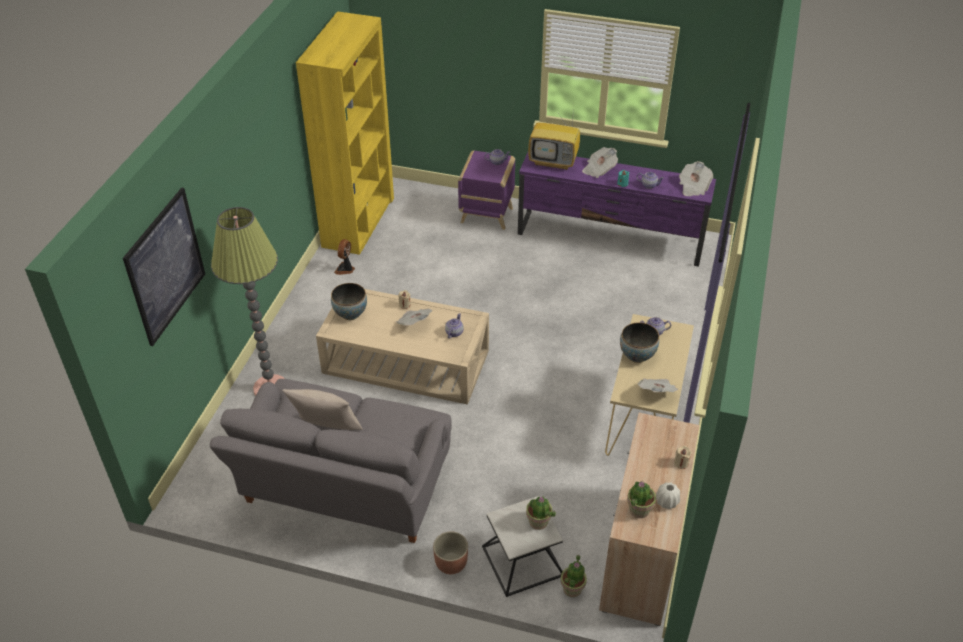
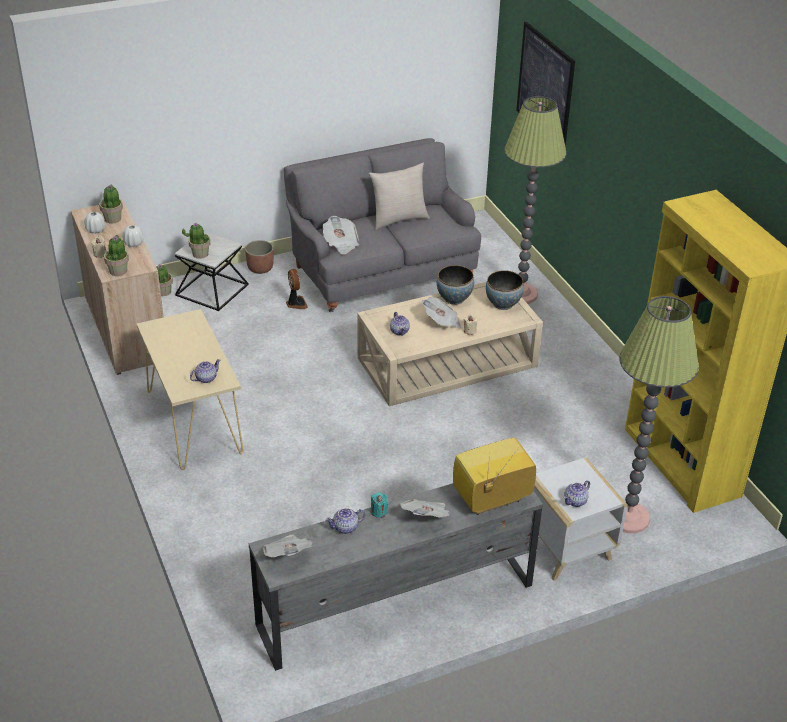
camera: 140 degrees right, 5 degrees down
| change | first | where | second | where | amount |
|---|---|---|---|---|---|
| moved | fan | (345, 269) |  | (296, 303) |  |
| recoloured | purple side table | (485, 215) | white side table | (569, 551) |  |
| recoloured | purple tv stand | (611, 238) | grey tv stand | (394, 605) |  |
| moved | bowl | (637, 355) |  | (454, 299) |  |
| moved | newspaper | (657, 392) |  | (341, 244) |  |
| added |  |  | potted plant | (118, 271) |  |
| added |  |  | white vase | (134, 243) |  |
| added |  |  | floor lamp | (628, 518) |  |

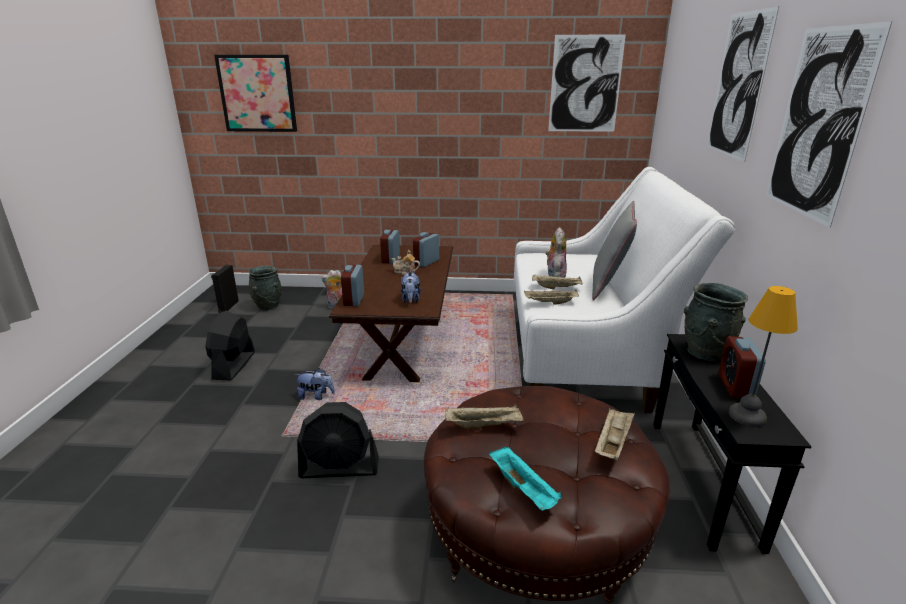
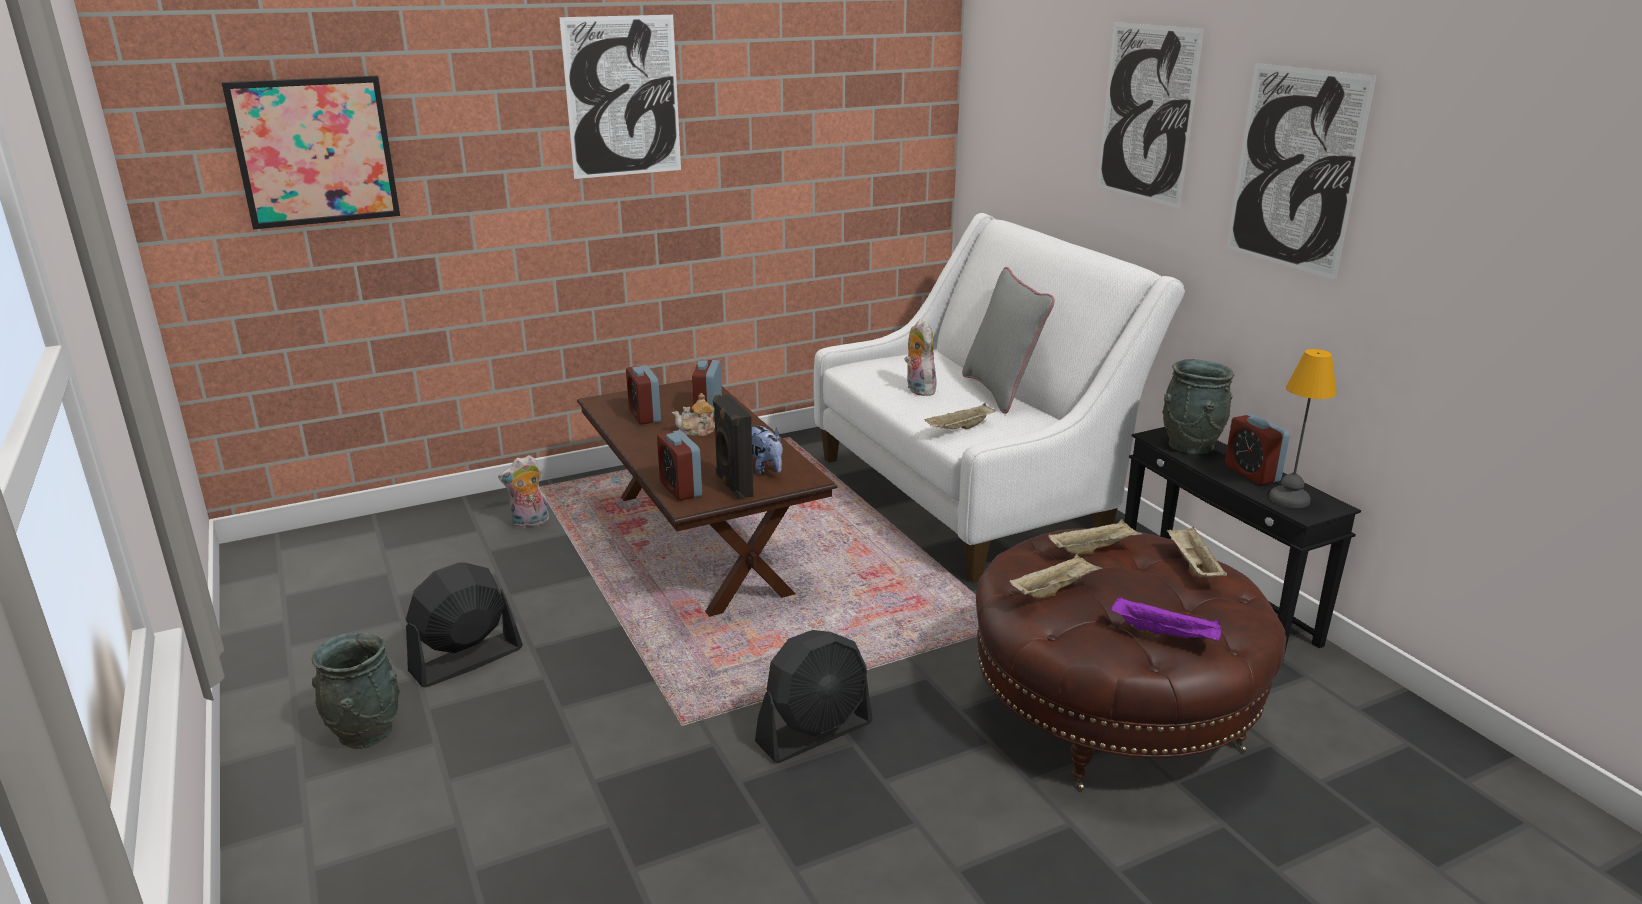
camera: 30 degrees left, 0 degrees up
| change | first | where | second | where | amount |
|---|---|---|---|---|---|
| turned | black fan | (234, 365) |  | (466, 660) | 75 degrees clockwise |
| moved | black speaker | (228, 306) |  | (733, 486) |  |
| moved | grey vase | (268, 306) |  | (367, 732) |  |
| removed | plush toy | (316, 396) |  |  |  |
| recoloured | turquoise tray | (523, 489) | purple tray | (1165, 635) |  |
| moved | beige tray | (557, 288) |  | (1093, 549) |  |
| moved | picture | (585, 84) |  | (623, 97) |  |

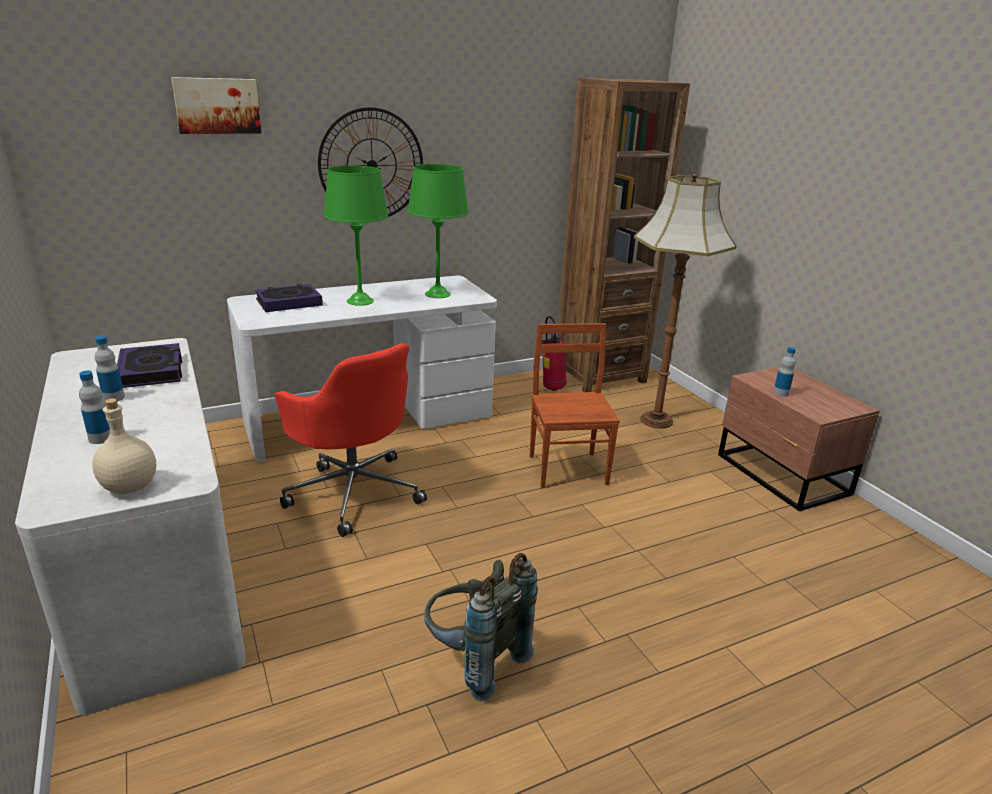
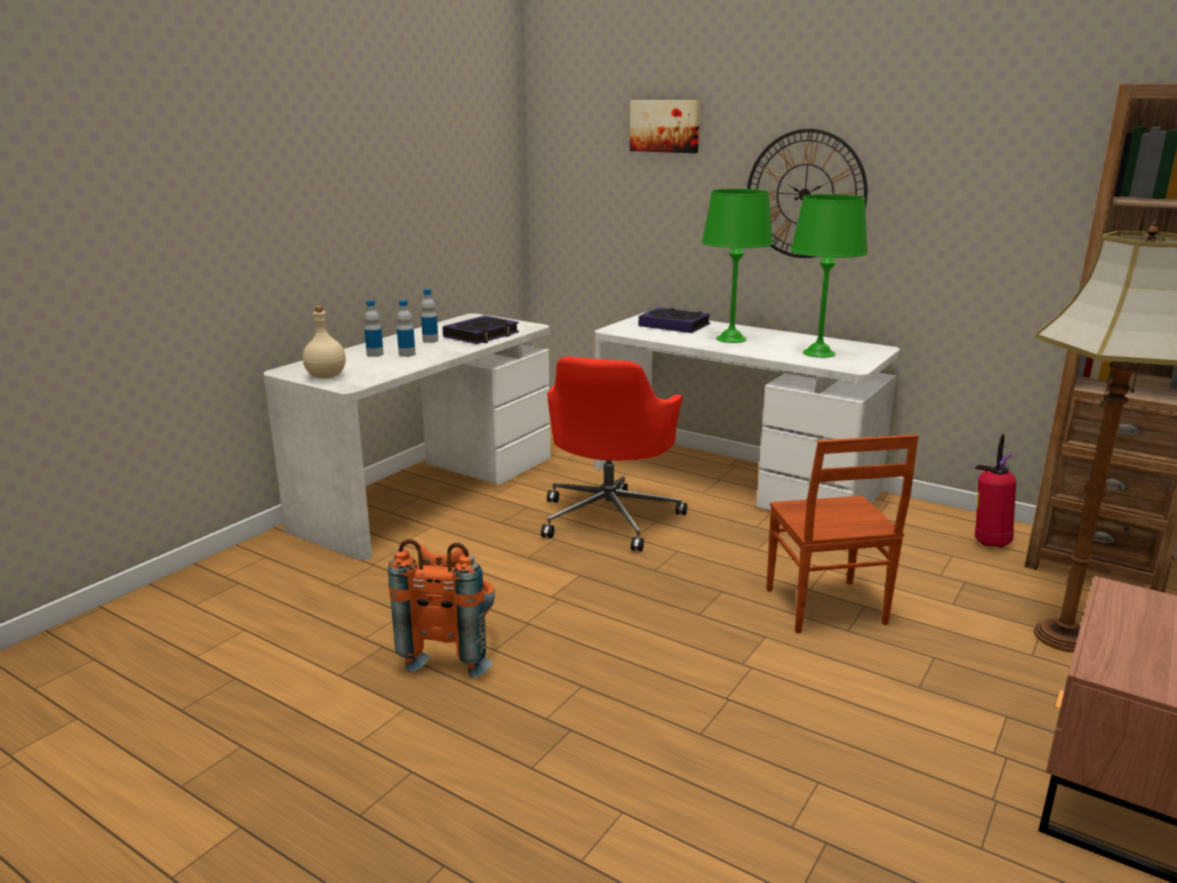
camera: 60 degrees right, 5 degrees down
| change | first | where | second | where | amount |
|---|---|---|---|---|---|
| recoloured | grey backpack | (473, 660) | orange backpack | (451, 651) |  |
| turned | brown chair | (568, 469) |  | (824, 608) | 120 degrees clockwise |
| moved | bottle | (781, 393) |  | (407, 354) |  |

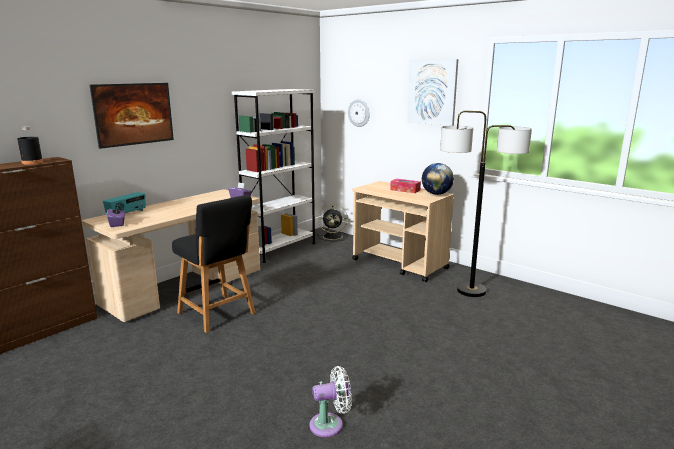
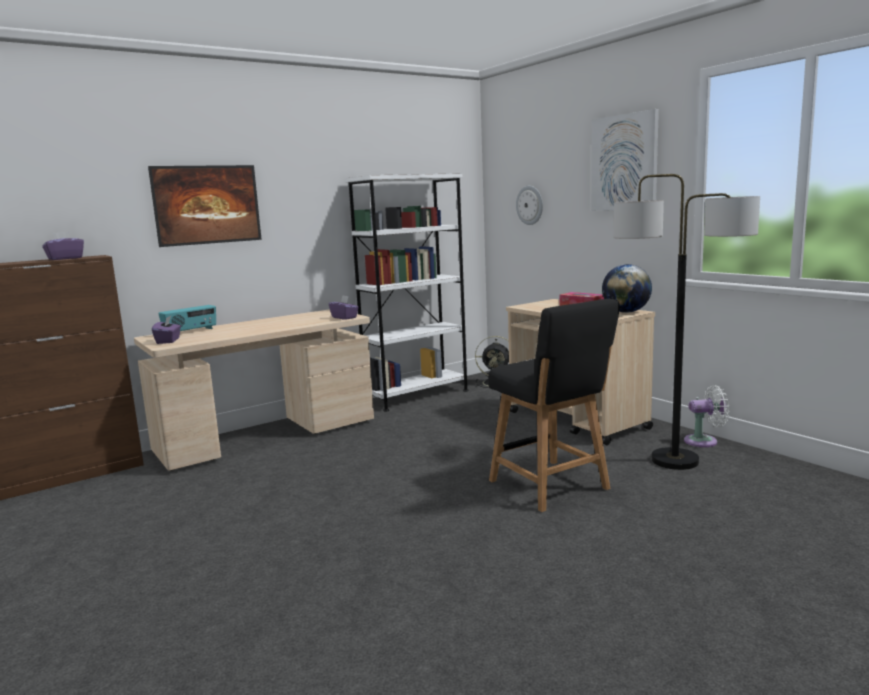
camera: 15 degrees right, 5 degrees down
| change | first | where | second | where | amount |
|---|---|---|---|---|---|
| replaced | black bottle | (32, 162) | purple tissue box | (65, 258) |  |
| moved | black chair | (218, 314) |  | (552, 487) |  |
| moved | white fan | (330, 424) |  | (704, 441) |  |

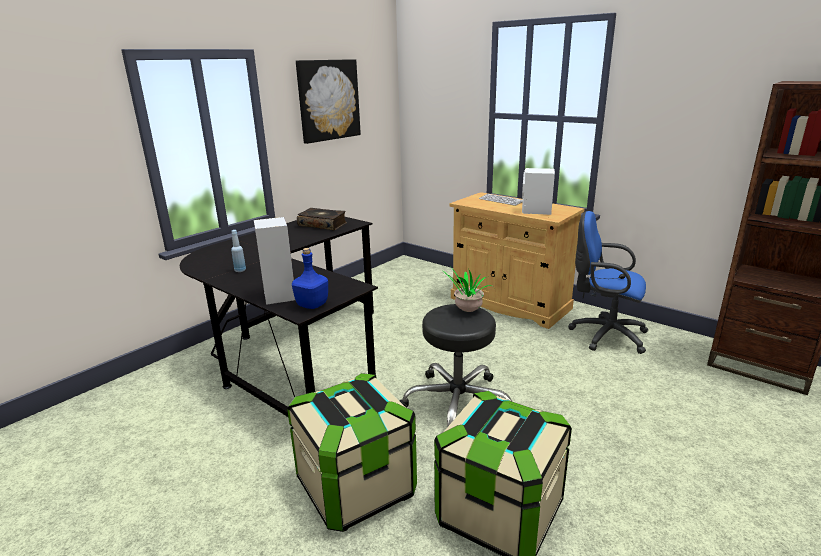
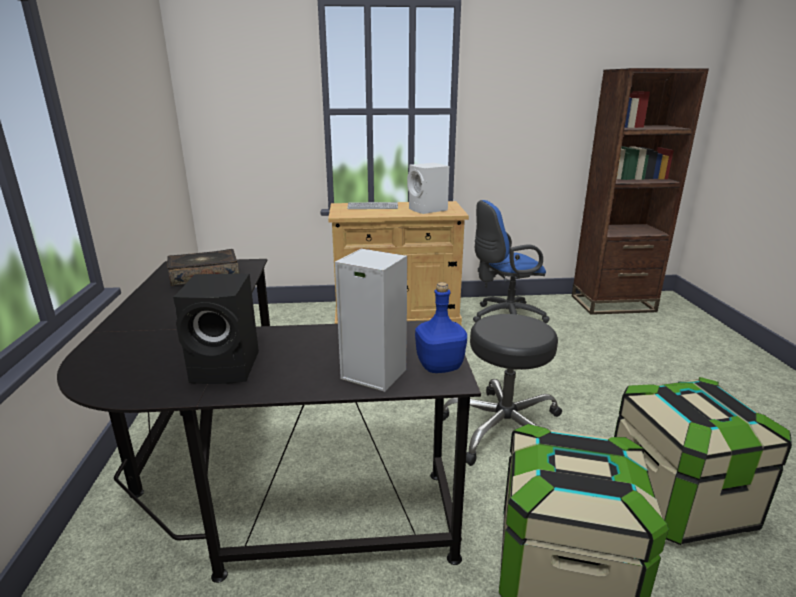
camera: 45 degrees left, 0 degrees up
| change | first | where | second | where | amount |
|---|---|---|---|---|---|
| replaced | blue bottle | (240, 270) | black speaker | (228, 367) |  |
| removed | picture | (328, 100) |  |  |  |
| removed | potted plant | (466, 311) |  |  |  |

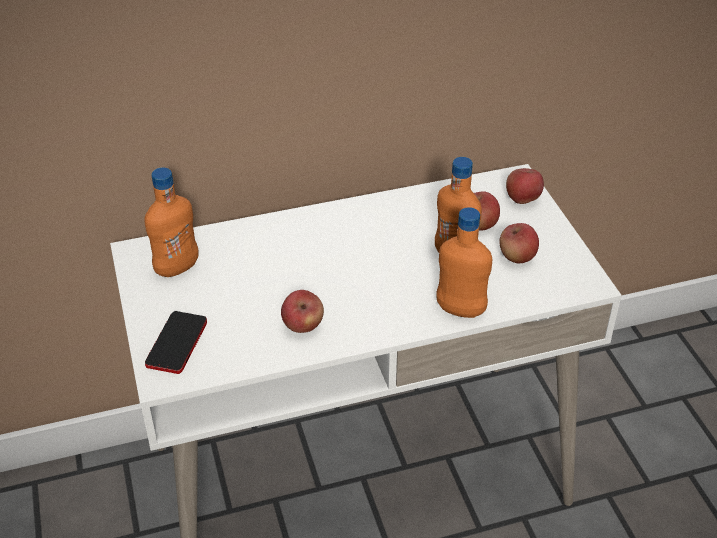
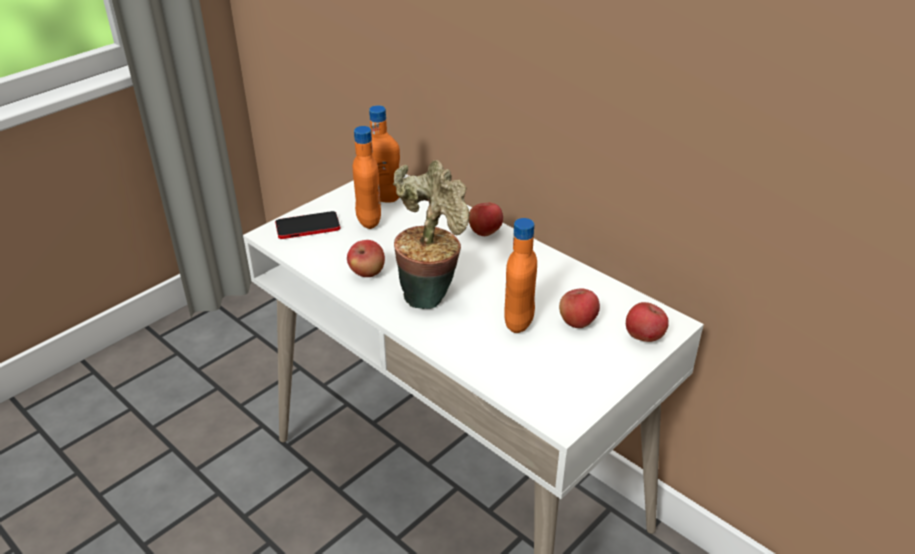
camera: 60 degrees right, 5 degrees down
| change | first | where | second | where | amount |
|---|---|---|---|---|---|
| moved | orange bottle | (460, 310) |  | (369, 221) |  |
| moved | apple | (517, 257) |  | (485, 232) |  |
| added |  |  | potted plant | (430, 293) |  |

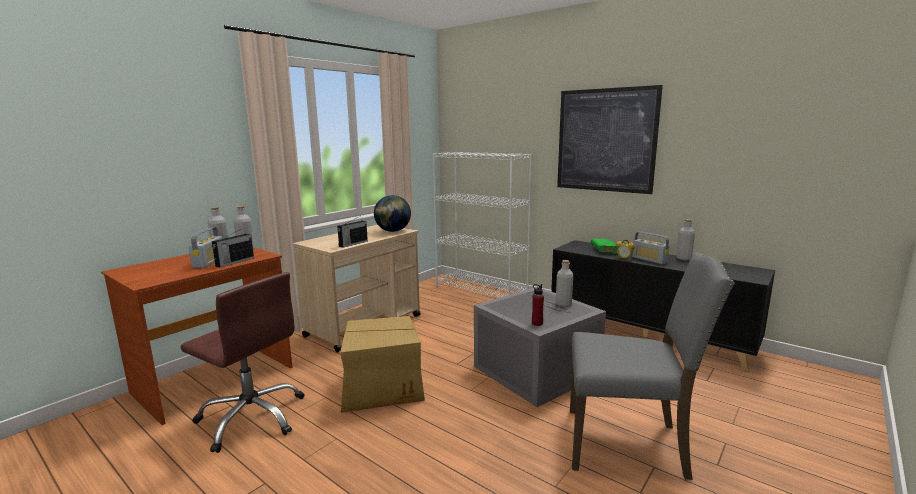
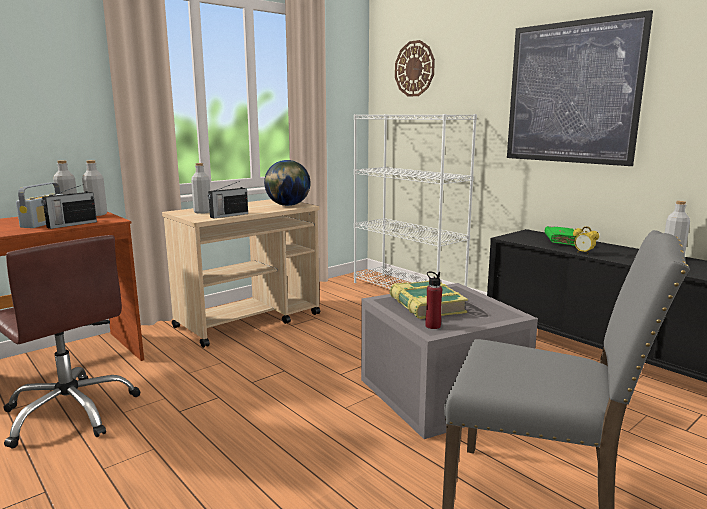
camera: 10 degrees right, 0 degrees up
| change | first | where | second | where | amount |
|---|---|---|---|---|---|
| removed | cardboard box | (381, 387) |  |  |  |
| moved | grey bottle | (563, 304) |  | (202, 212) |  |
| removed | radio | (649, 260) |  |  |  |
| added |  |  | book | (426, 305) |  |
| added |  |  | wall clock | (414, 68) |  |

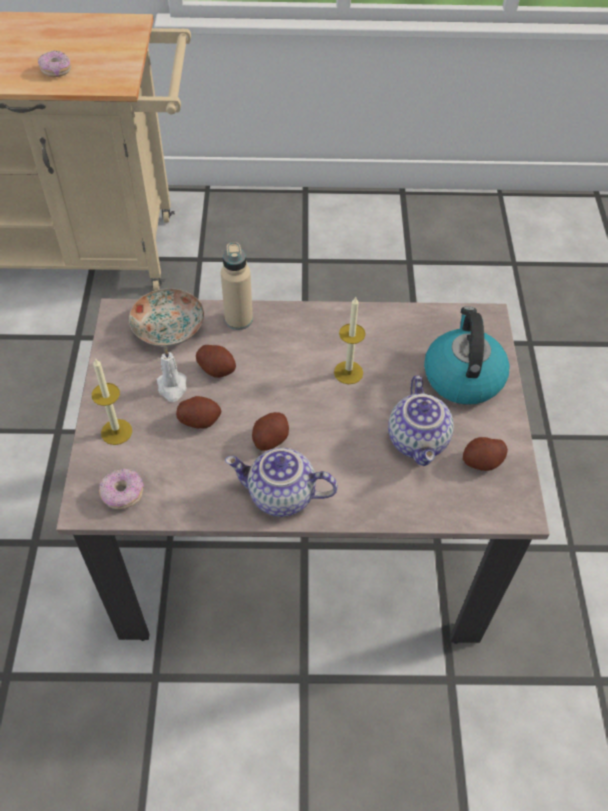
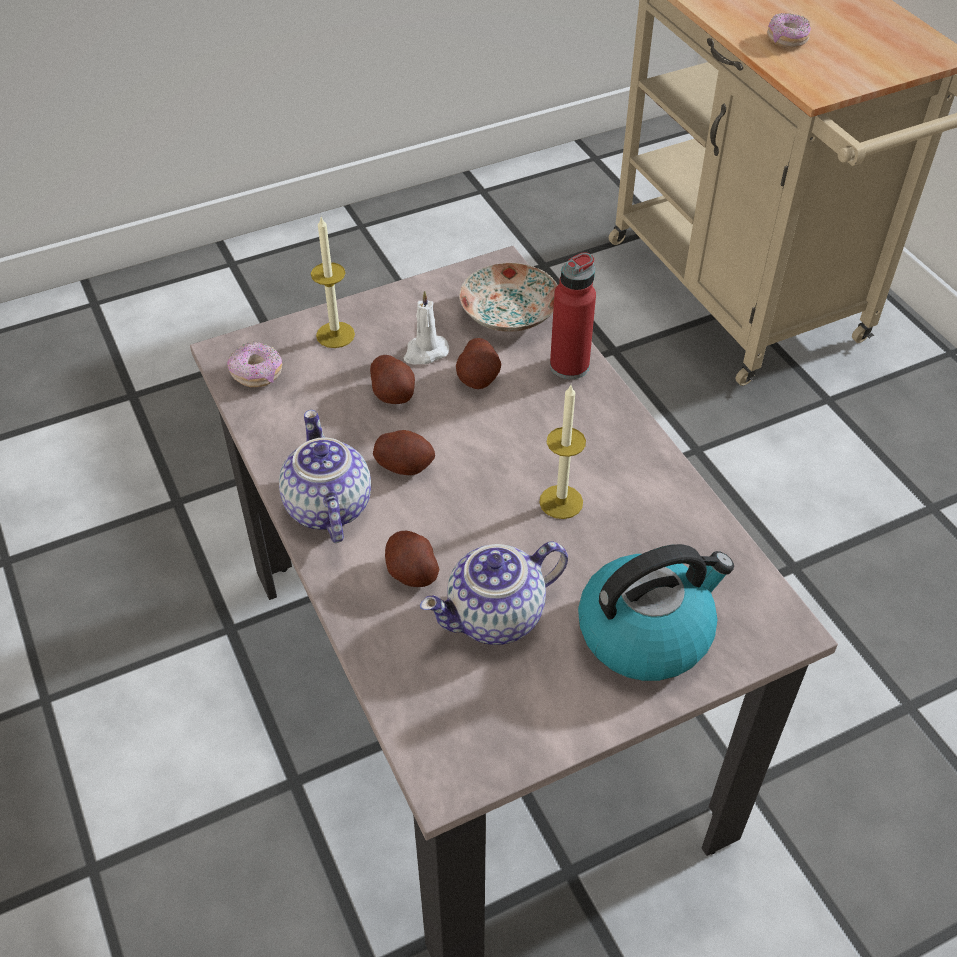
camera: 65 degrees right, 5 degrees down
| change | first | where | second | where | amount |
|---|---|---|---|---|---|
| recoloured | beige bottle | (238, 319) | red bottle | (569, 366) |  |
| moved | potato | (482, 461) |  | (412, 572) |  |

